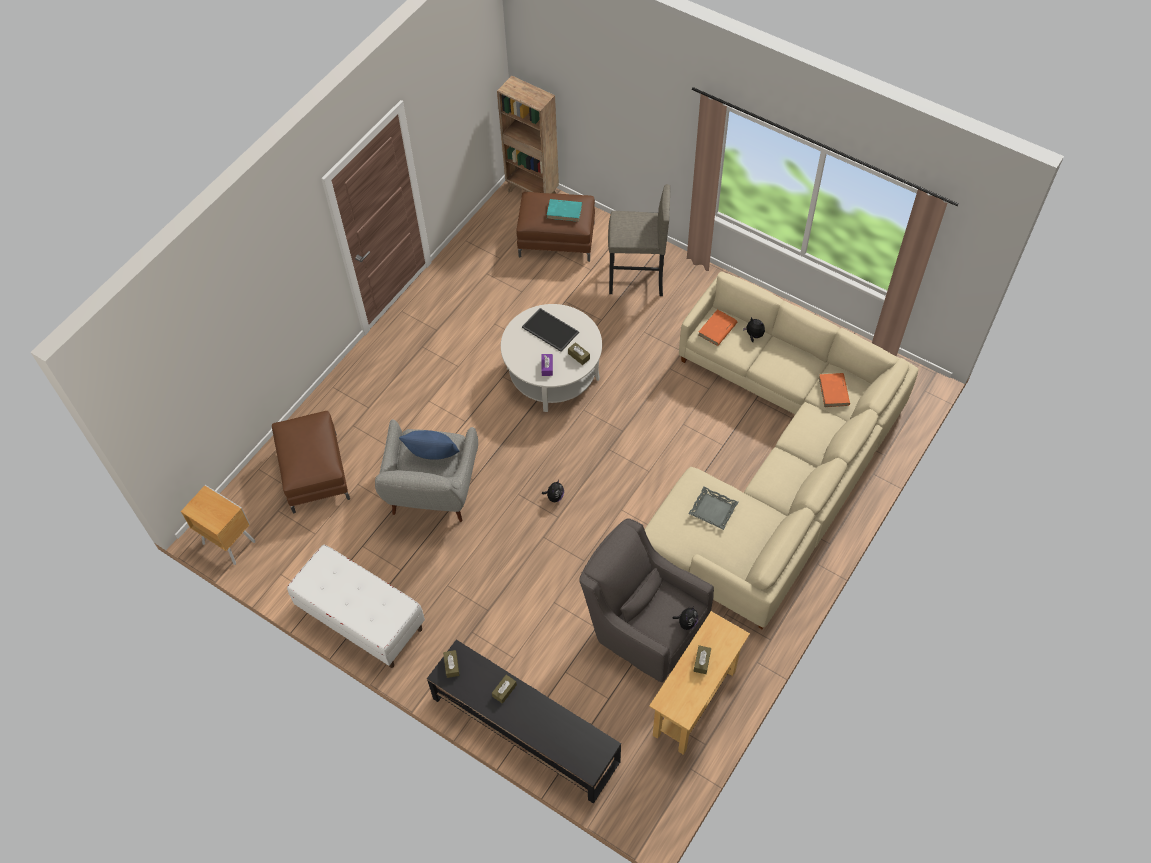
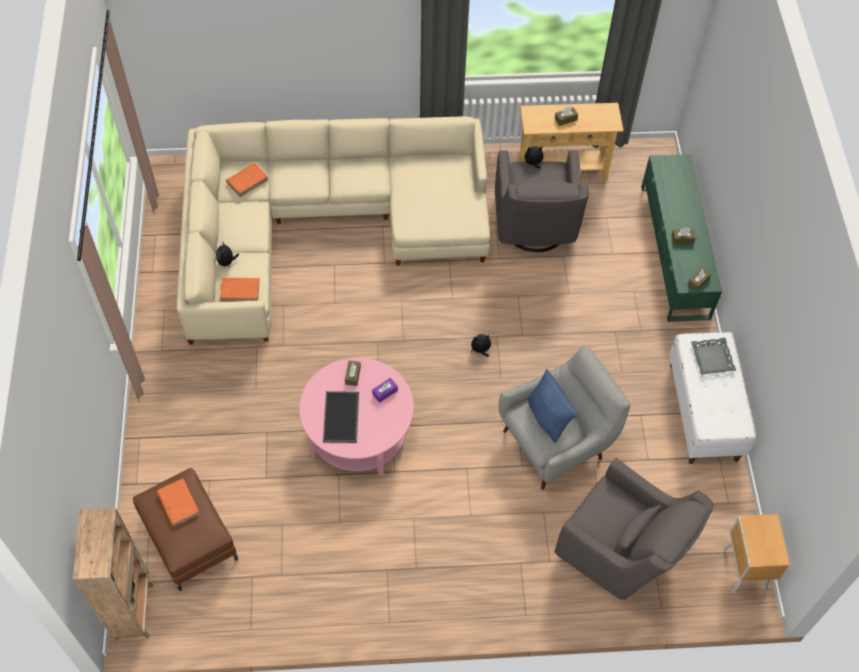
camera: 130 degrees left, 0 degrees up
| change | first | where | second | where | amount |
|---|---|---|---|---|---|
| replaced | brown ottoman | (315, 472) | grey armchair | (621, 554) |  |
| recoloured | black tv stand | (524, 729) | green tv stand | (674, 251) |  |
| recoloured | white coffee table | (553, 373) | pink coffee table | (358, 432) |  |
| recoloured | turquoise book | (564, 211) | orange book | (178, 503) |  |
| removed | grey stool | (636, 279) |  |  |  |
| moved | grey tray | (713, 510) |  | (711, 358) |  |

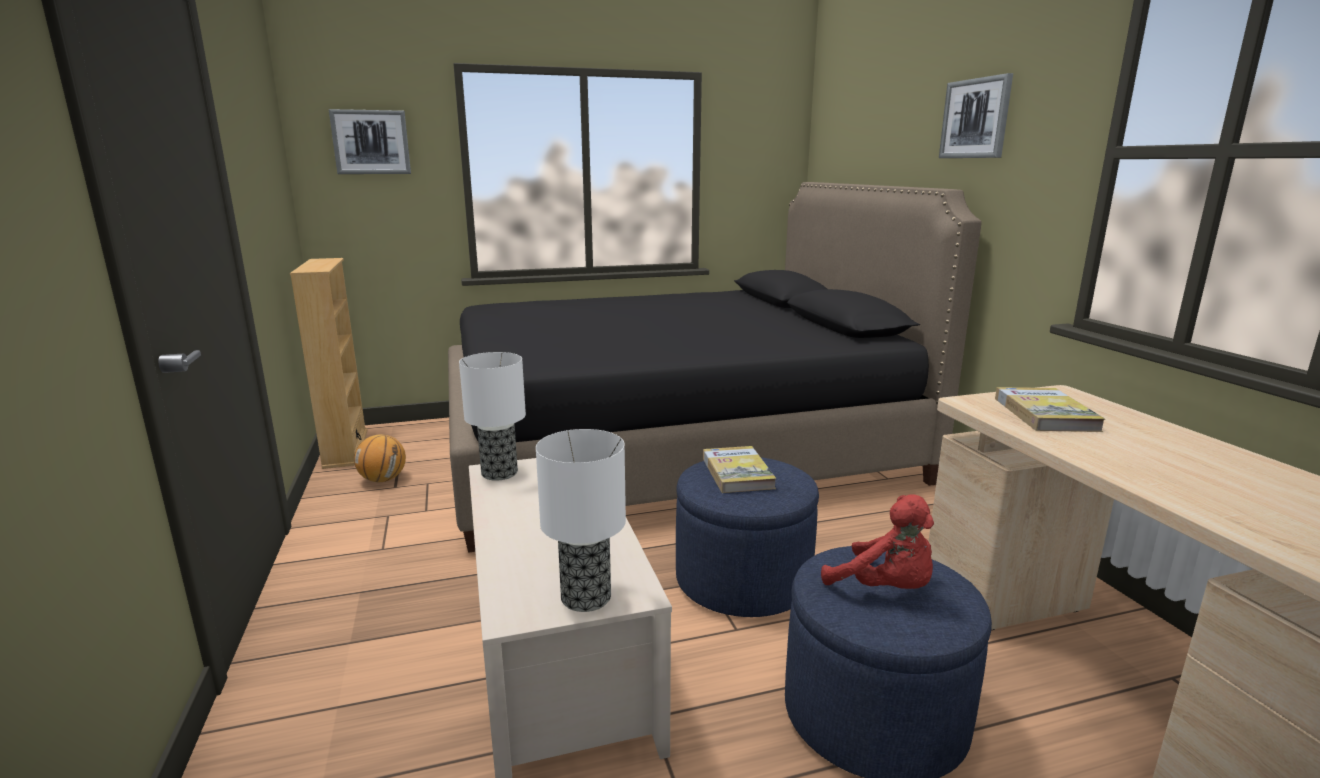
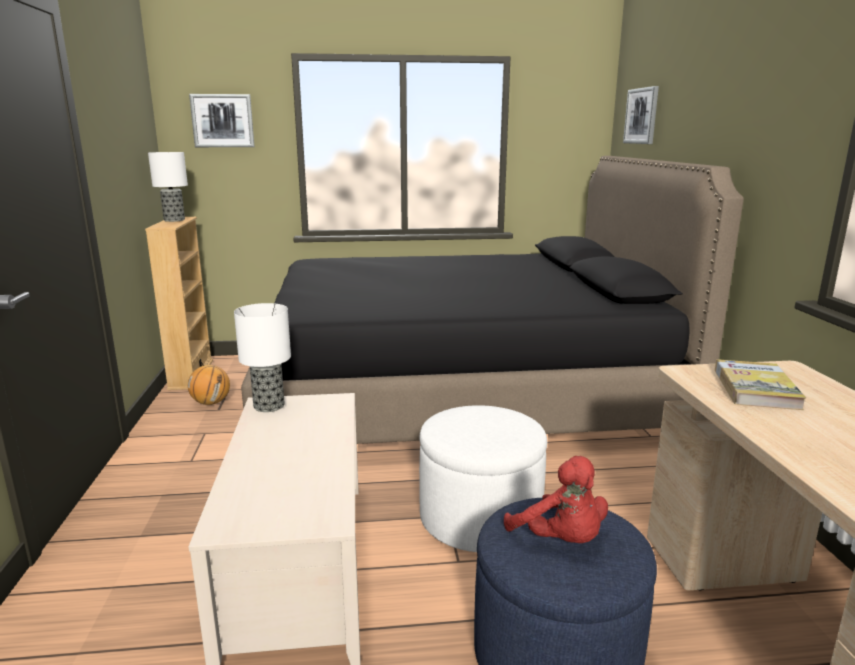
camera: 10 degrees right, 0 degrees up
| change | first | where | second | where | amount |
|---|---|---|---|---|---|
| moved | table lamp | (584, 597) |  | (174, 220) |  |
| recoloured | blue ottoman | (743, 580) | white ottoman | (480, 518) |  |
| removed | book | (737, 473) |  |  |  |
| moved | picture | (975, 118) |  | (641, 116) |  |

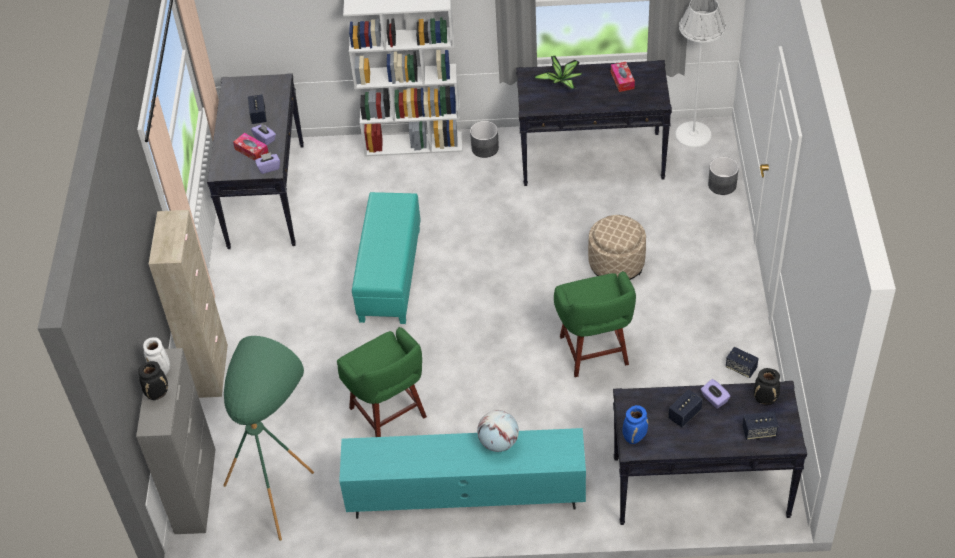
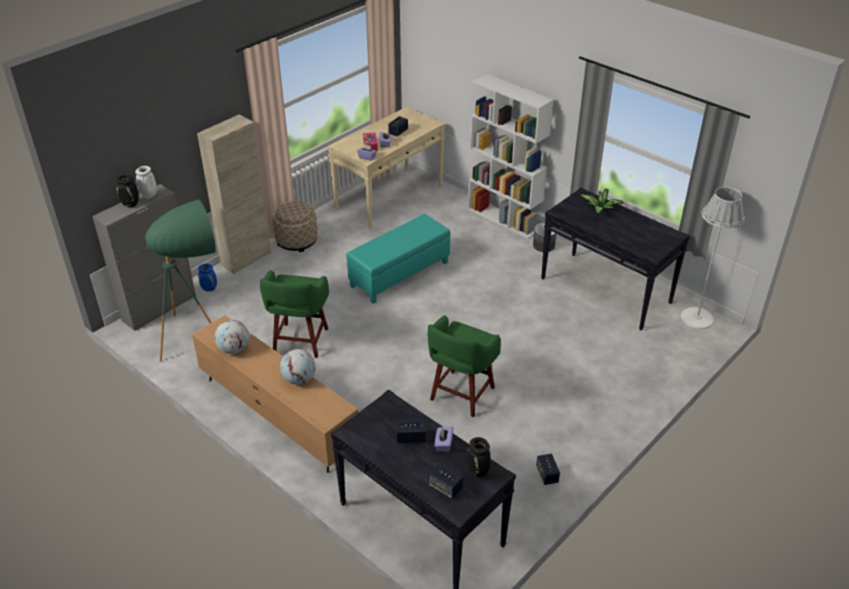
camera: 40 degrees right, 10 degrees down
| change | first | where | second | where | amount |
|---|---|---|---|---|---|
| recoloured | black console table | (266, 195) | beige console table | (389, 197) |  |
| recoloured | turquoise tv stand | (466, 497) | brown tv stand | (278, 416) |  |
| moved | beige ottoman | (616, 264) |  | (296, 240) |  |
| removed | tissue box | (622, 80) |  |  |  |
| moved | blue vase | (634, 437) |  | (210, 289) |  |
| removed | grey planter | (722, 185) |  |  |  |
| added |  |  | globe | (234, 349) |  |

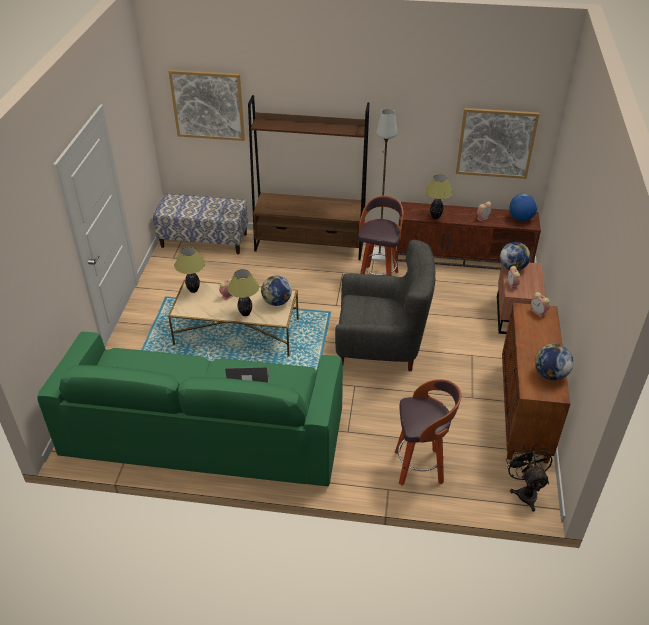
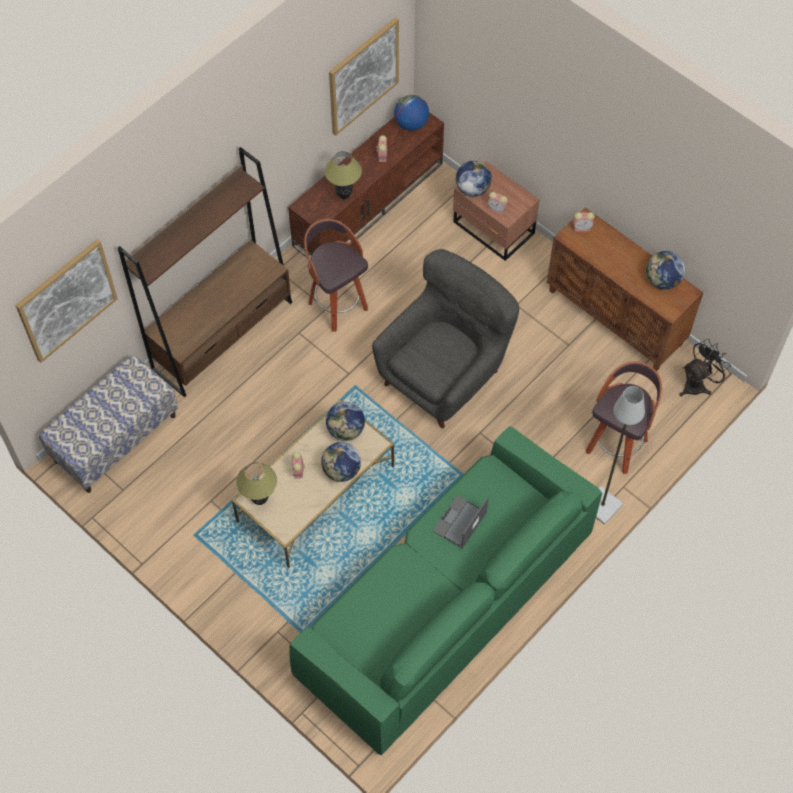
camera: 55 degrees left, 20 degrees up
| change | first | where | second | where | amount |
|---|---|---|---|---|---|
| replaced | table lamp | (245, 314) | globe | (341, 470) |  |
| moved | grey floor lamp | (379, 255) |  | (602, 506) |  |
| turned | black fan | (525, 492) |  | (698, 384) | 120 degrees clockwise |

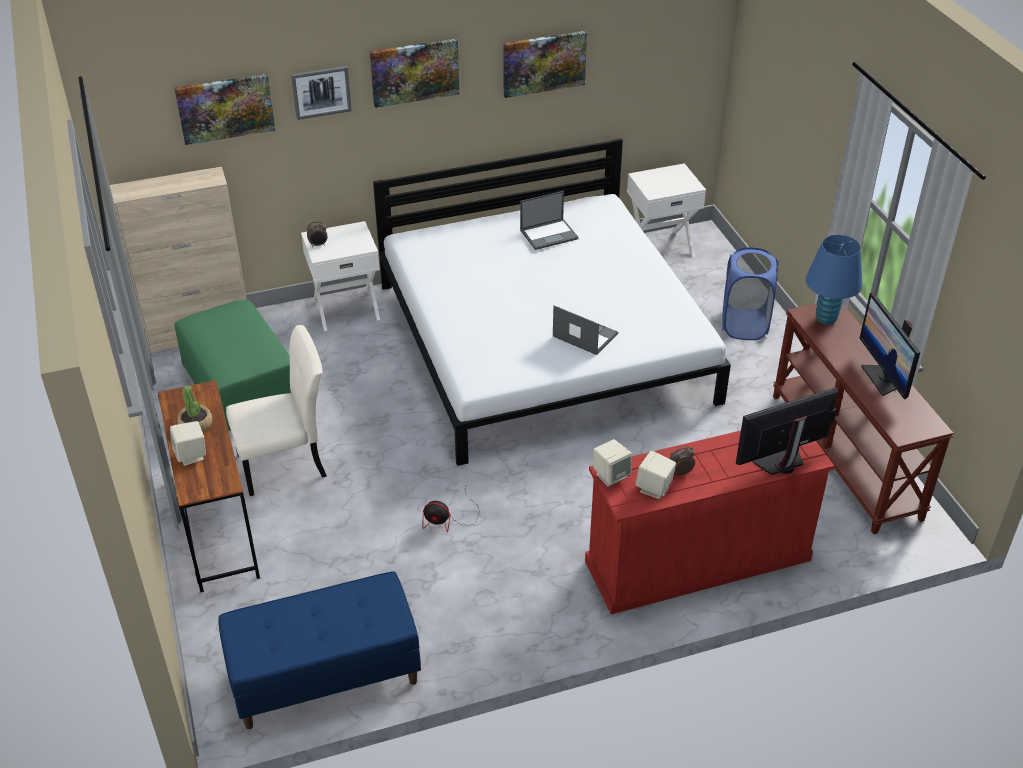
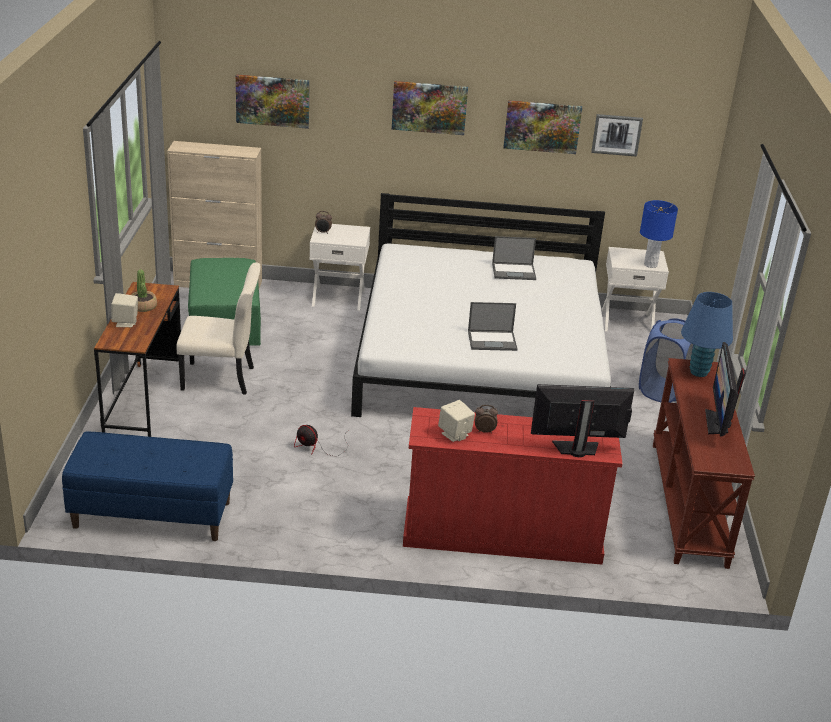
camera: 20 degrees right, 10 degrees down
| change | first | where | second | where | amount |
|---|---|---|---|---|---|
| moved | picture | (321, 92) |  | (616, 134) |  |
| turned | laptop | (584, 335) |  | (492, 340) | 120 degrees clockwise |
| removed | beige speaker | (611, 475) |  |  |  |
| added |  |  | blue table lamp | (650, 264) |  |

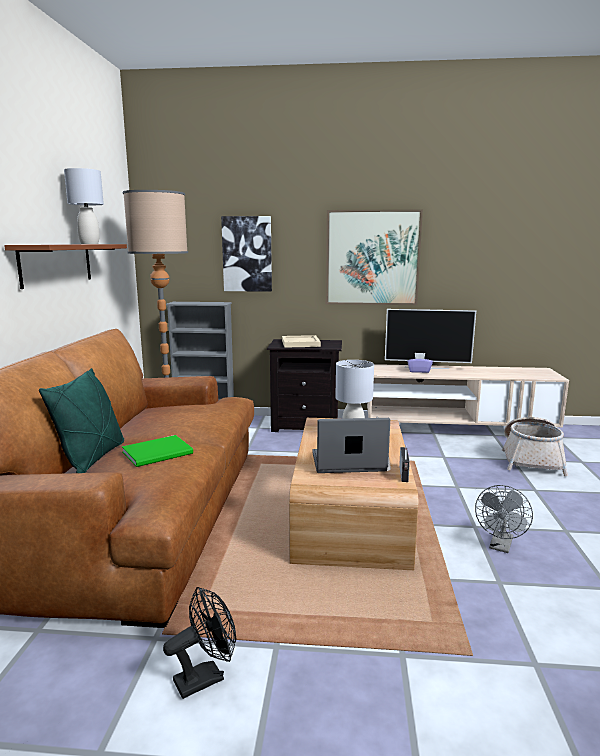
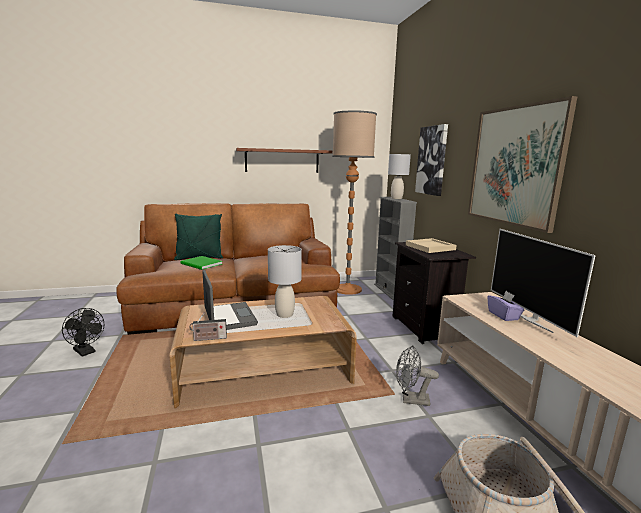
camera: 70 degrees right, 0 degrees up
| change | first | where | second | where | amount |
|---|---|---|---|---|---|
| moved | grey table lamp | (90, 244) |  | (396, 198) |  |
| moved | grey fan | (500, 546) |  | (411, 400) |  |

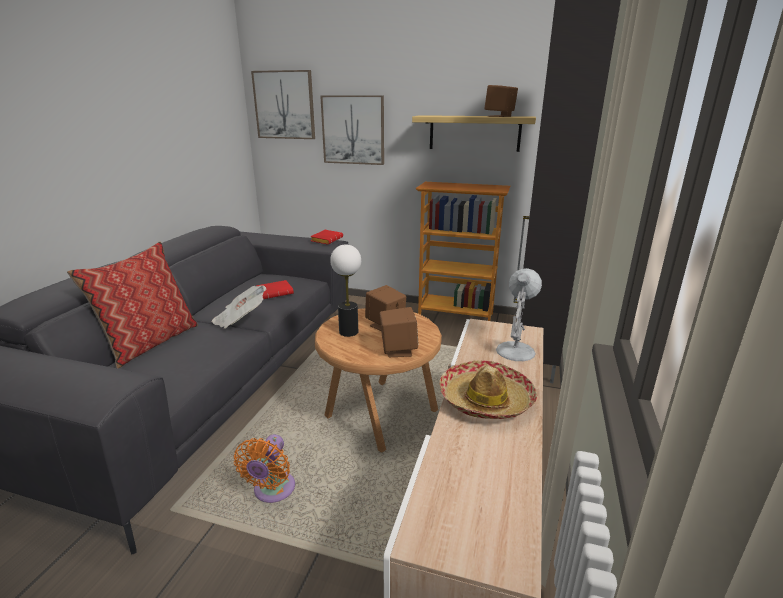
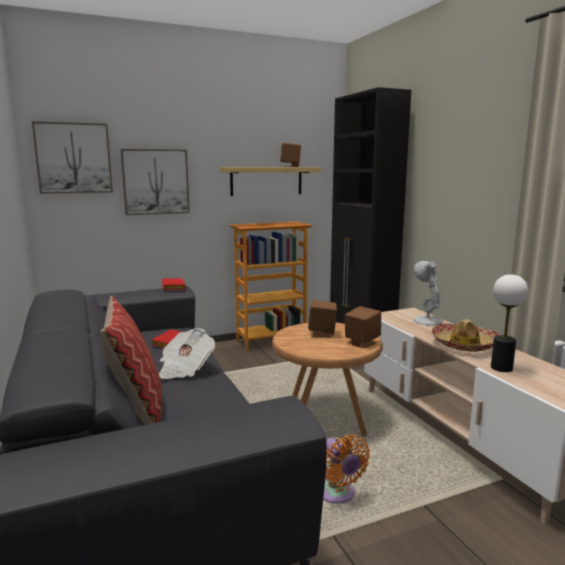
camera: 40 degrees left, 10 degrees down
| change | first | where | second | where | amount |
|---|---|---|---|---|---|
| moved | table lamp | (349, 332) |  | (501, 368) |  |

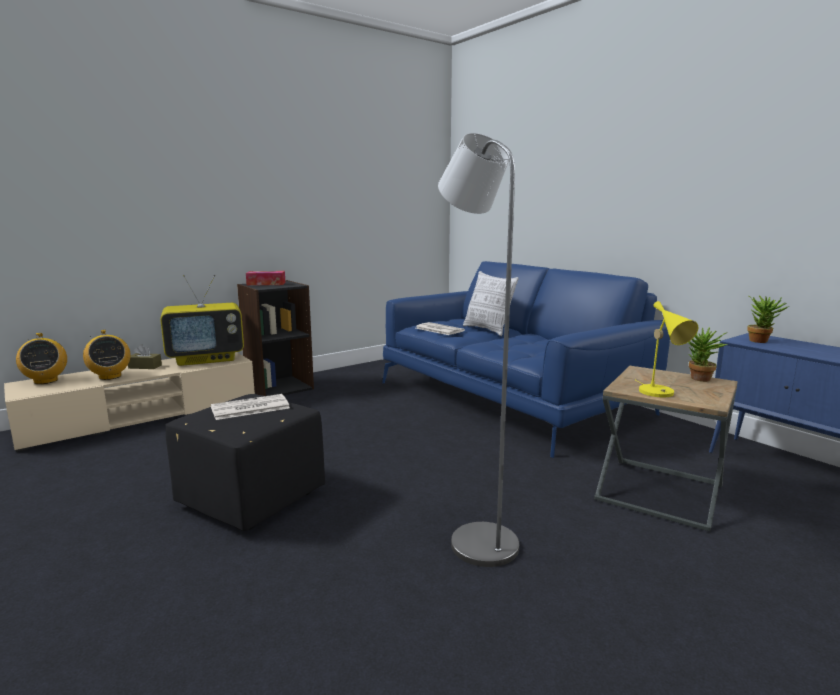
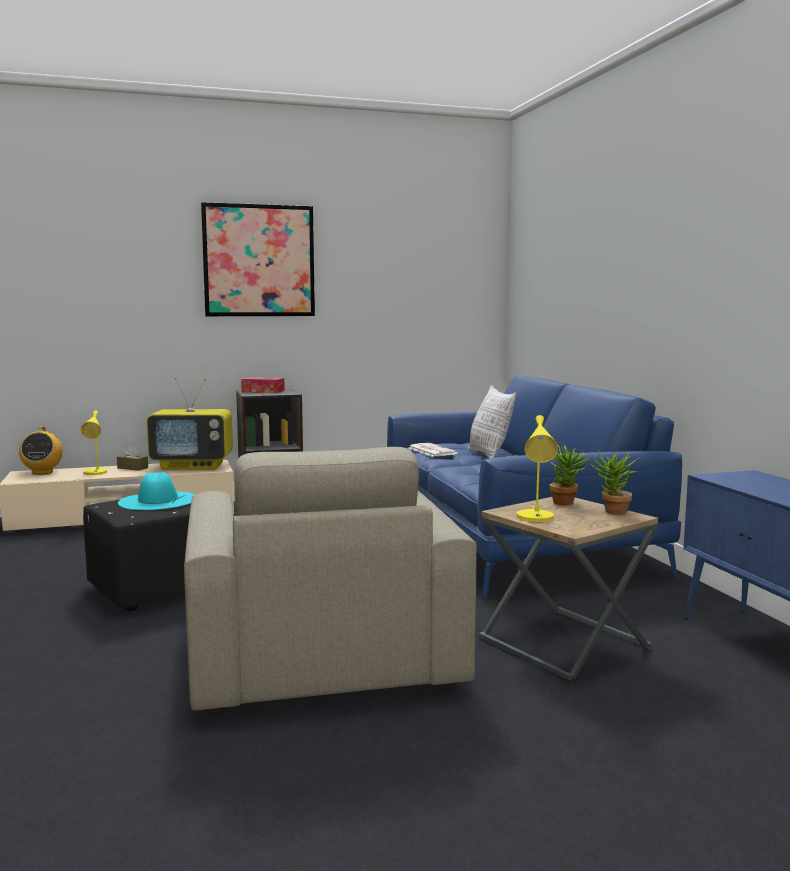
camera: 20 degrees right, 5 degrees down
| change | first | where | second | where | amount |
|---|---|---|---|---|---|
| replaced | radio | (110, 376) | yellow table lamp | (95, 473) |  |
| replaced | newspaper | (249, 408) | turquoise hat | (158, 500) |  |
| replaced | grey floor lamp | (476, 539) | beige armchair | (318, 647) |  |
| moved | potted plant | (761, 341) |  | (567, 503) |  |
| added |  |  | picture | (259, 261) |  |

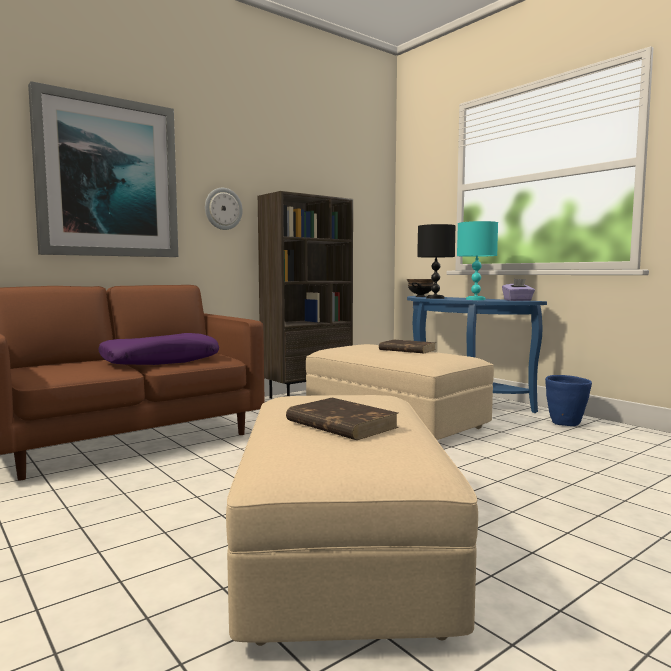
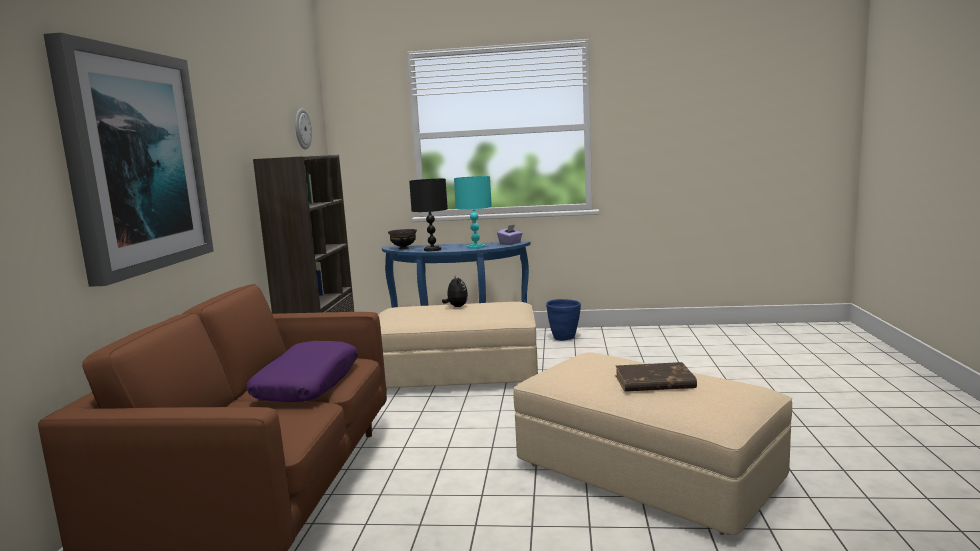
camera: 45 degrees left, 5 degrees up
| change | first | where | second | where | amount |
|---|---|---|---|---|---|
| moved | wall clock | (223, 209) |  | (302, 129) |  |
| replaced | brown book | (406, 350) | plush toy | (456, 307) |  |

